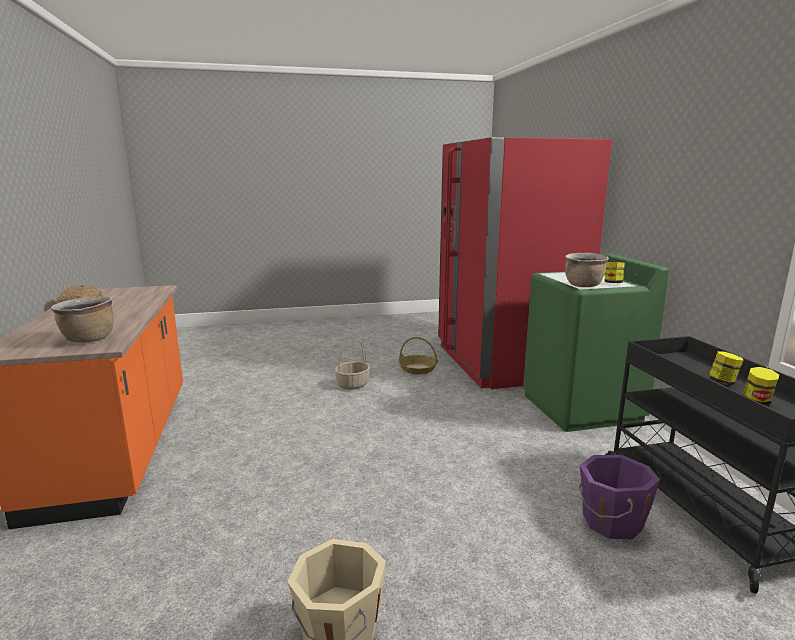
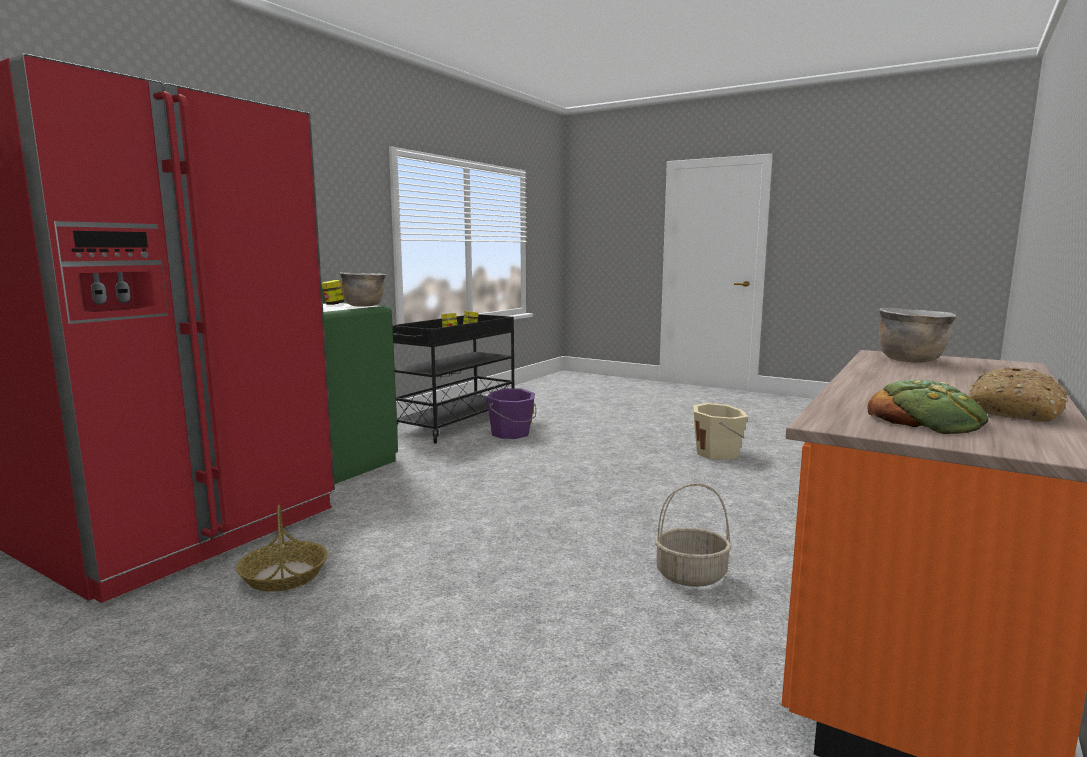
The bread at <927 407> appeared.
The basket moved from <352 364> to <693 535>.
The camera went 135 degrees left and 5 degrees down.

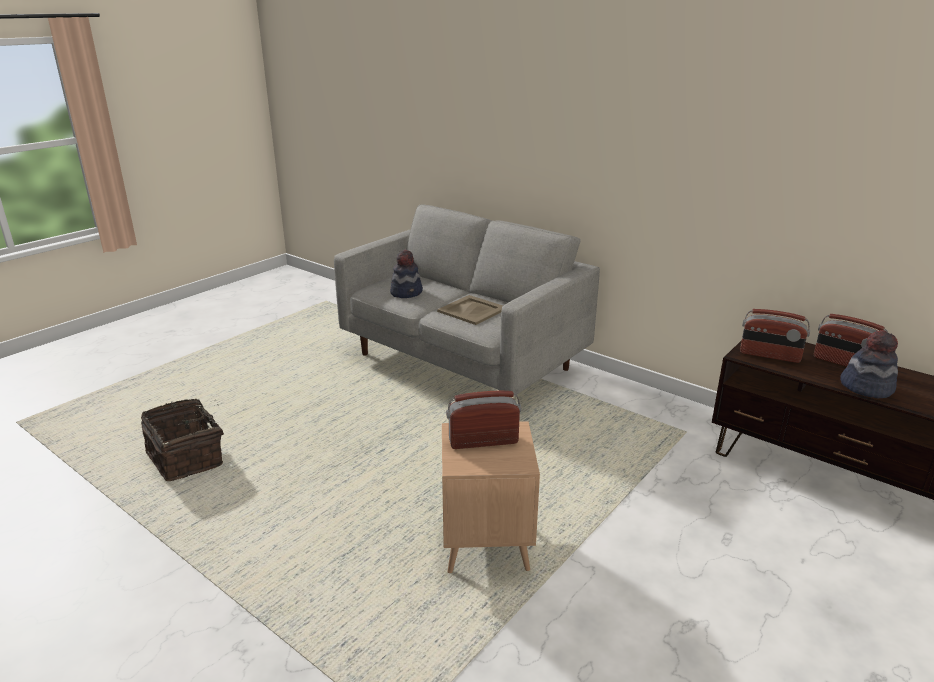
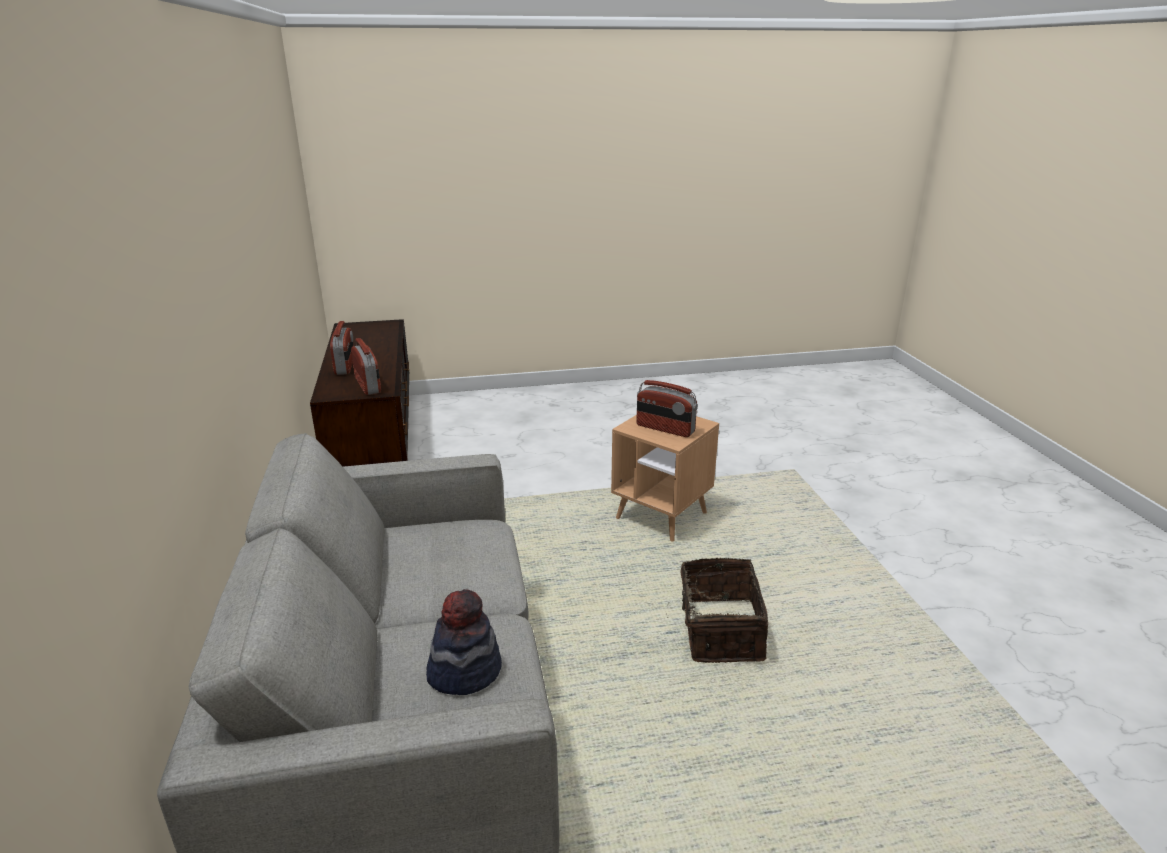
The beige tray at <470 310> disappeared.
The hat at <869 364> disappeared.
The basket moved from <182 440> to <717 610>.
The camera went 140 degrees left and 0 degrees up.

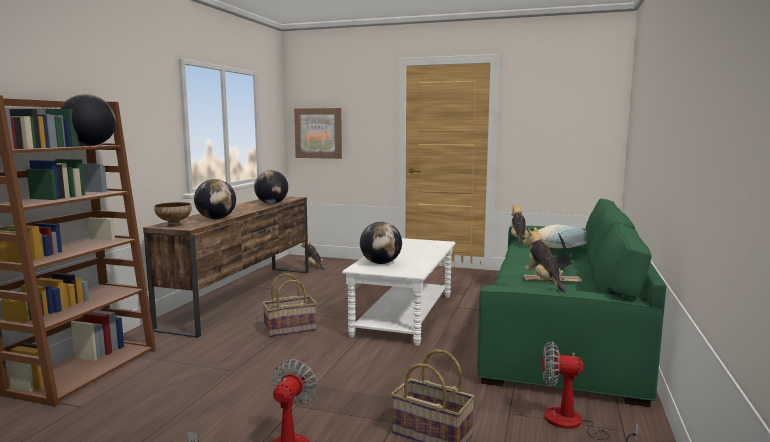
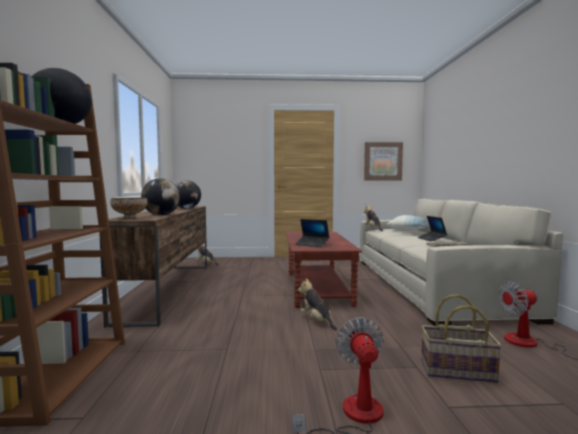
The basket at <289 305> disappeared.
The picture moved from <318 133> to <383 161>.
The plush toy moved from <545 260> to <317 304>.
The globe at <381 243> was replaced by the laptop at <312 233>.
The white coffee table at <399 292> became the brown coffee table at <324 270>.
The green sofa at <571 303> became the beige sofa at <461 262>.
The camera went 20 degrees left and 5 degrees down.

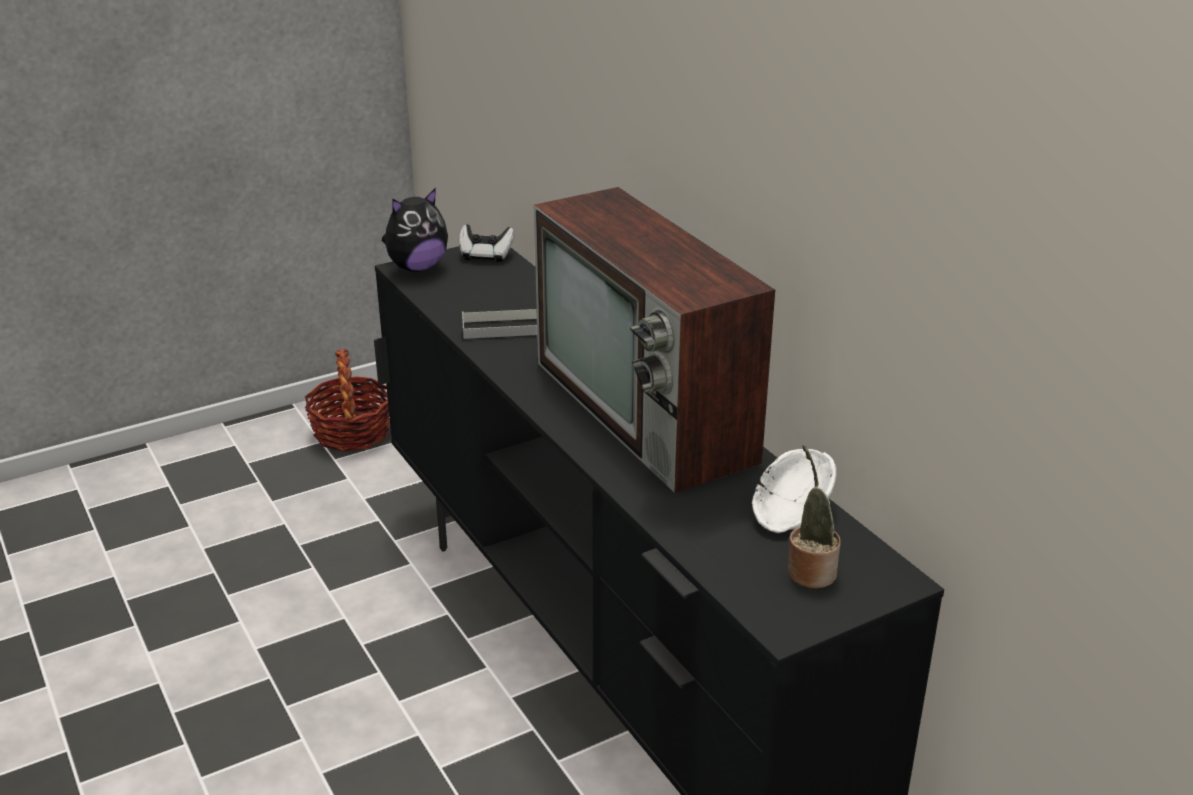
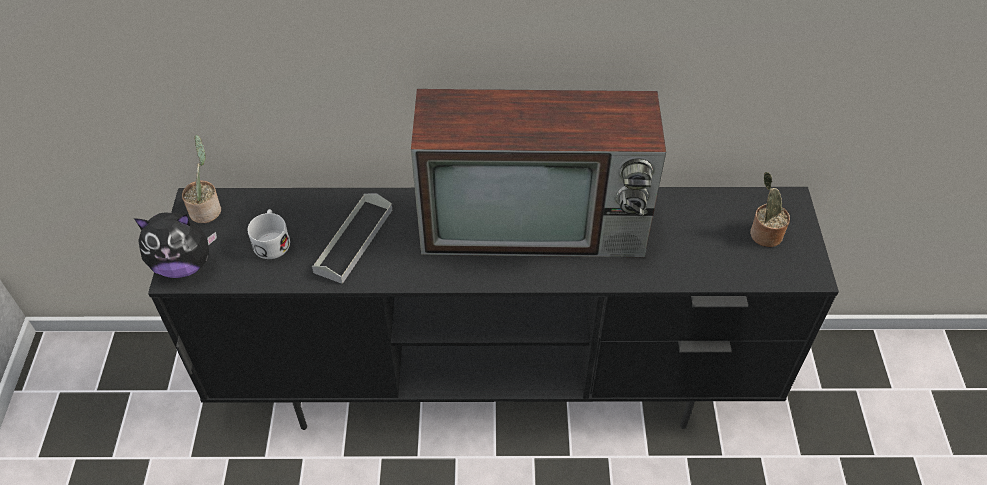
The basket at <347 400> disappeared.
The white bowl at <794 491> disappeared.
The white mug at <269 234> appeared.
The game controller at <486 243> was replaced by the potted plant at <201 179>.
The plush toy at <415 230> turned 90 degrees clockwise.
The camera went 60 degrees left and 20 degrees up.

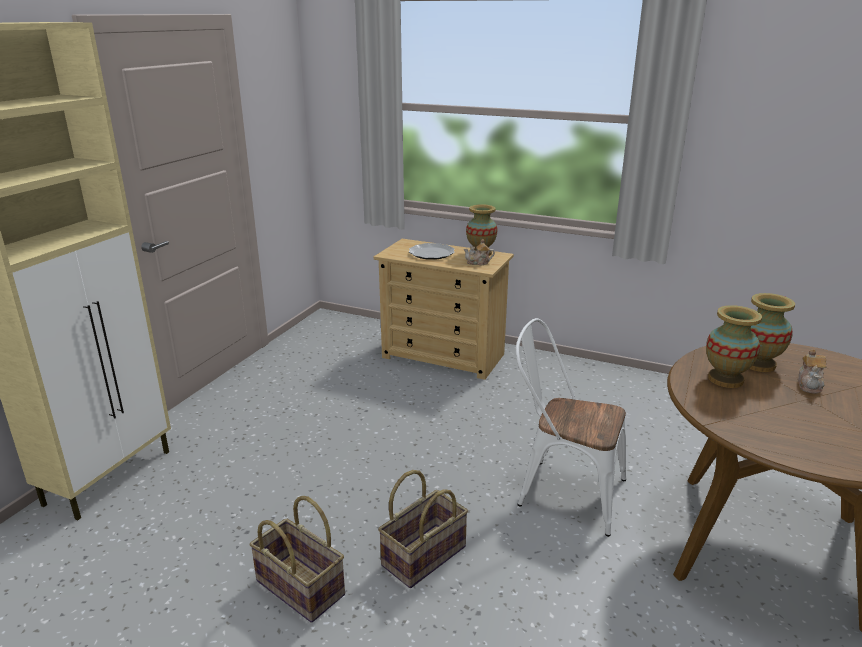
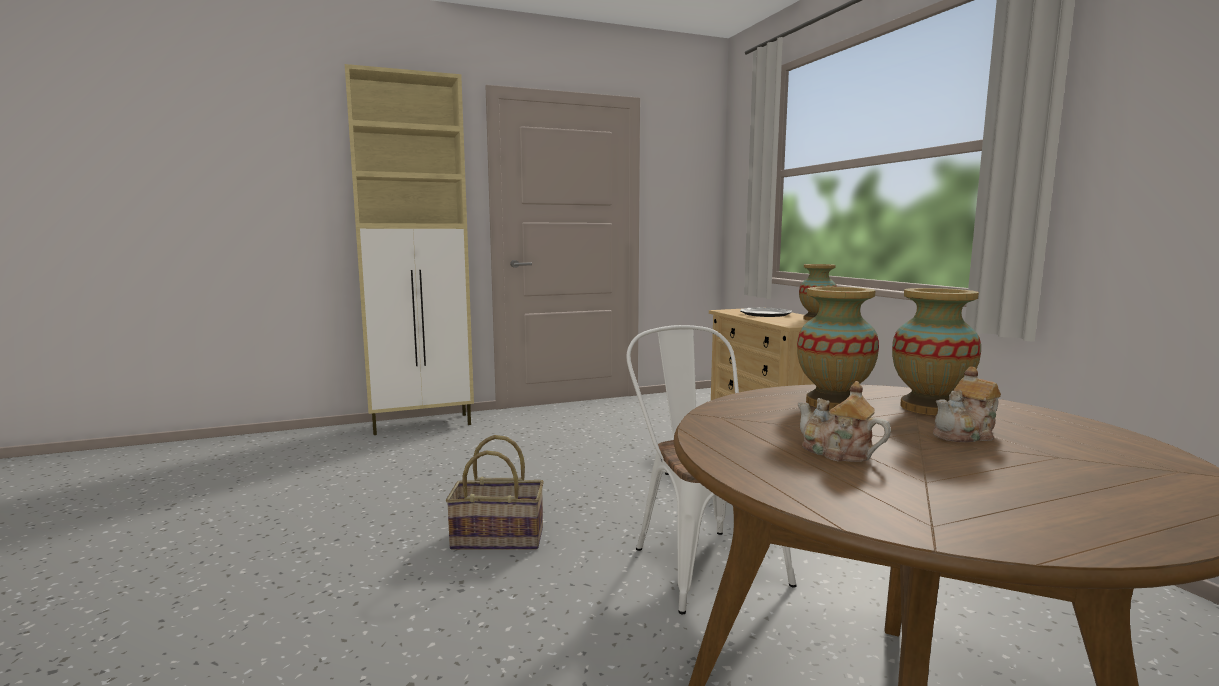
The basket at <297 559> disappeared.
The teapot moved from <479 252> to <844 421>.
The camera went 45 degrees right and 15 degrees down.

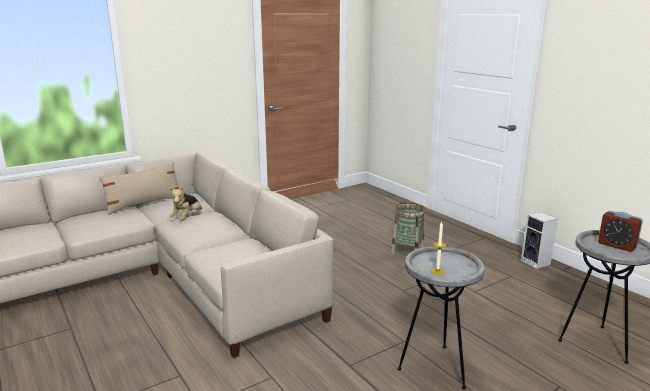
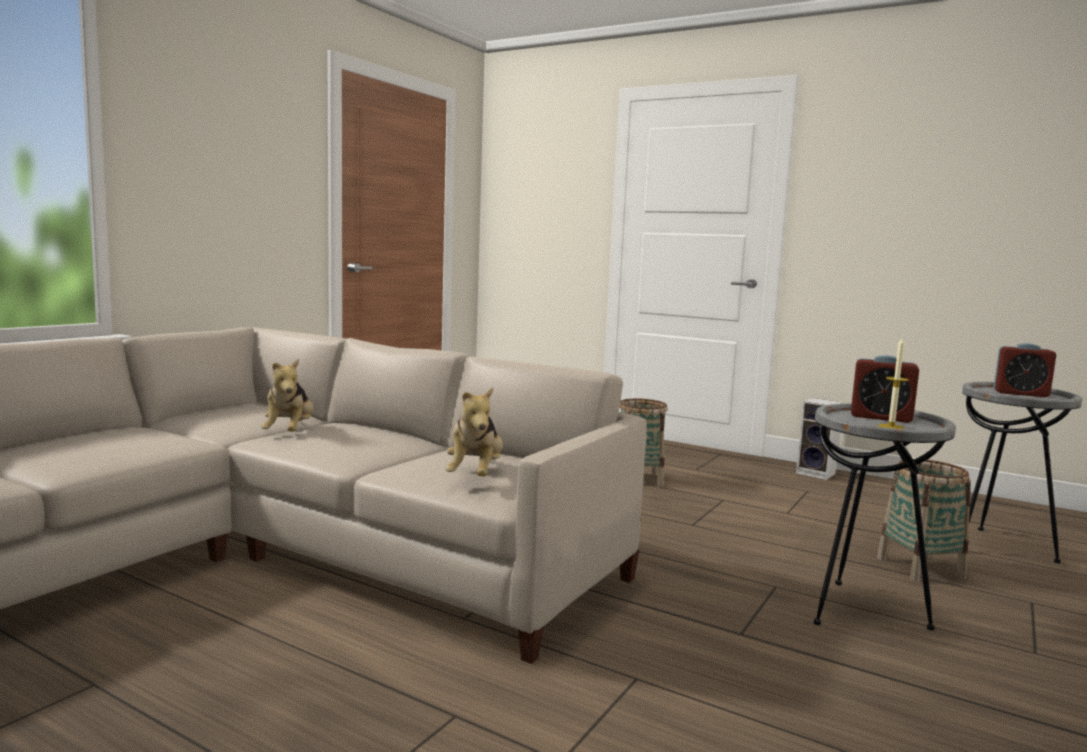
The beige pillow at <139 188> disappeared.
The plush toy at <474 431> appeared.
The alarm clock at <885 389> appeared.
The basket at <924 521> appeared.
The camera went 25 degrees left and 10 degrees down.

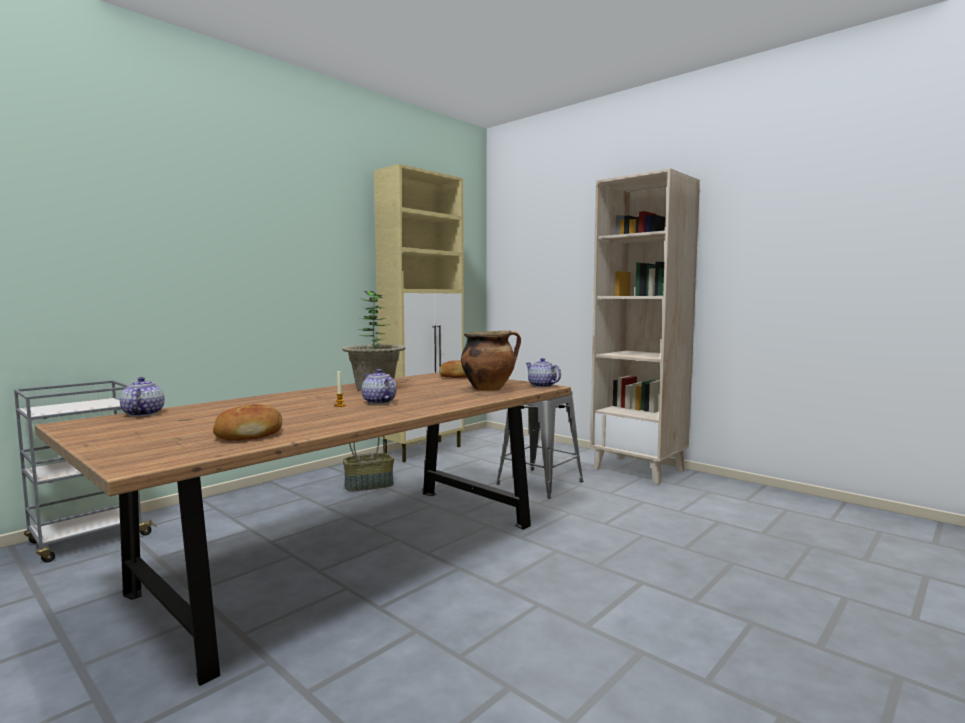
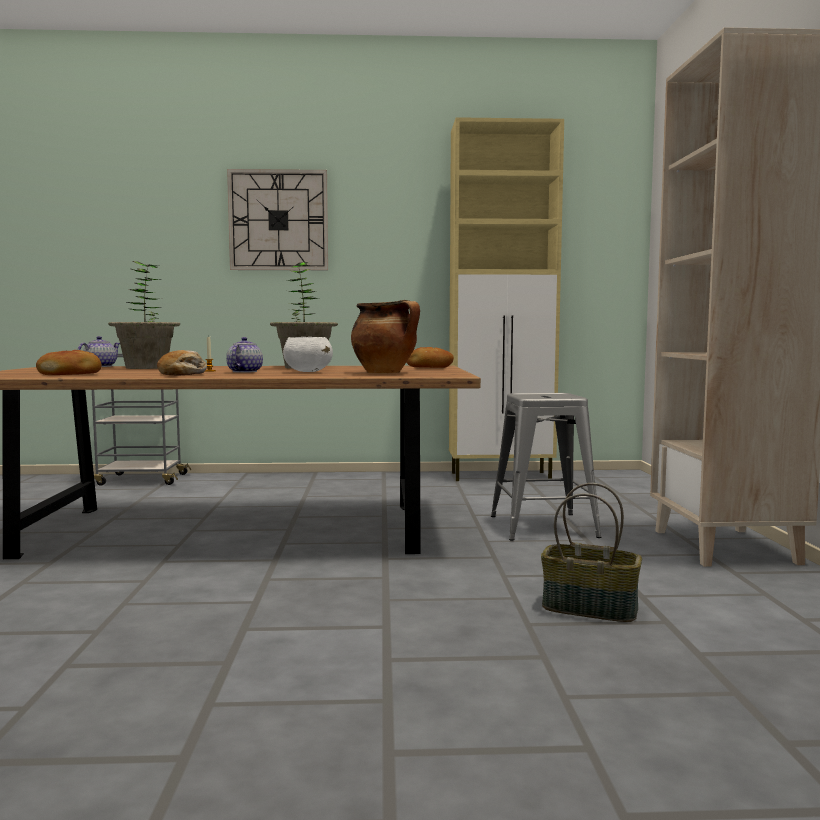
The teapot at <543 372> disappeared.
The potted plant at <144 315> appeared.
The bread at <182 363> appeared.
The wall clock at <277 219> appeared.
The white bowl at <308 354> appeared.
The basket moved from <368 464> to <591 552>.
The camera went 45 degrees right and 0 degrees up.

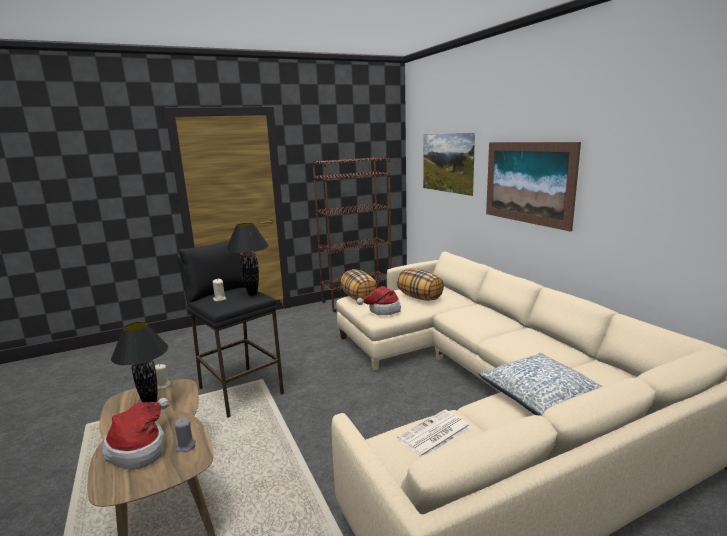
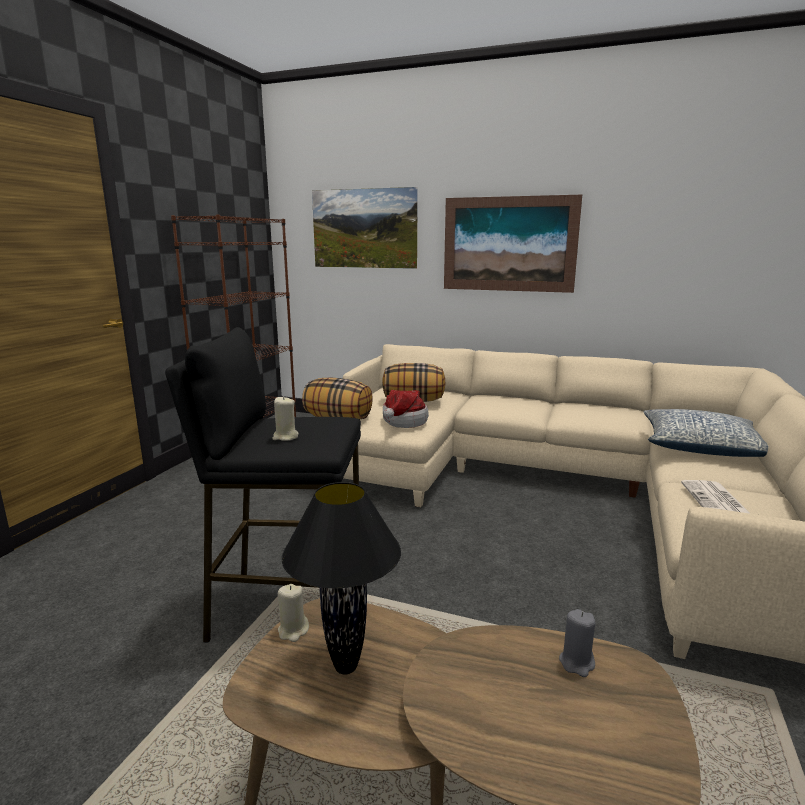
The hat at <135 434> disappeared.
The black table lamp at <247 259> disappeared.
The camera went 45 degrees left and 0 degrees up.

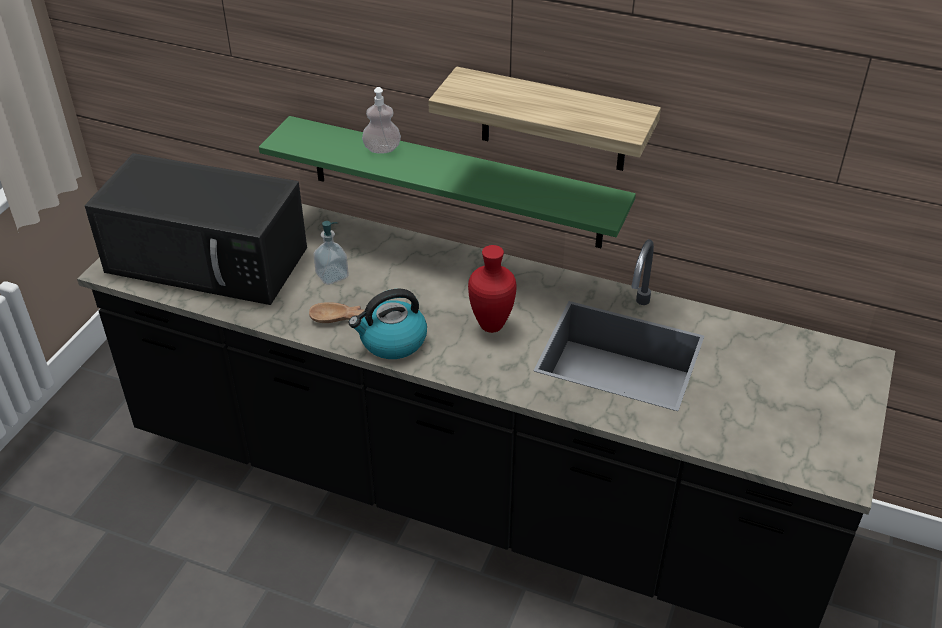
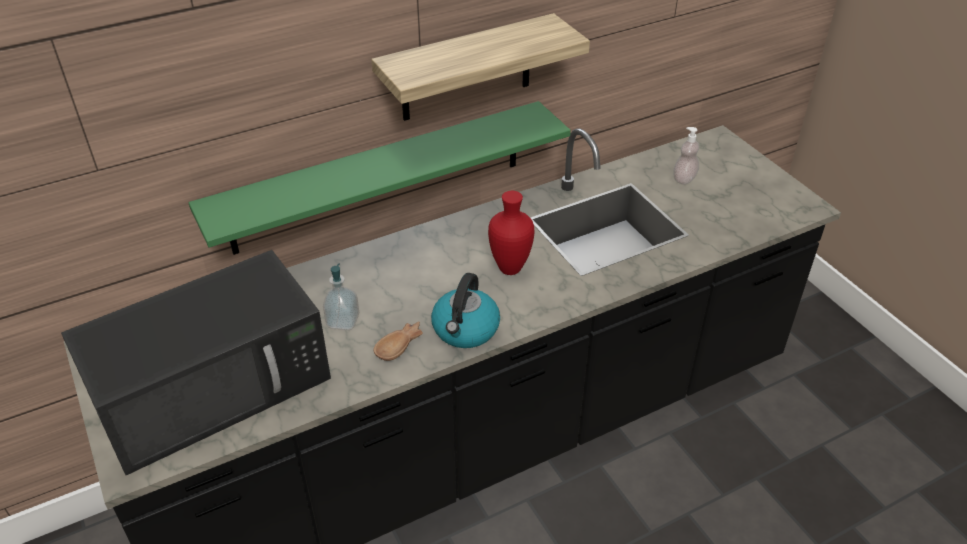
The soap dispenser moved from <381 120> to <686 155>.
The camera went 50 degrees left and 0 degrees up.

